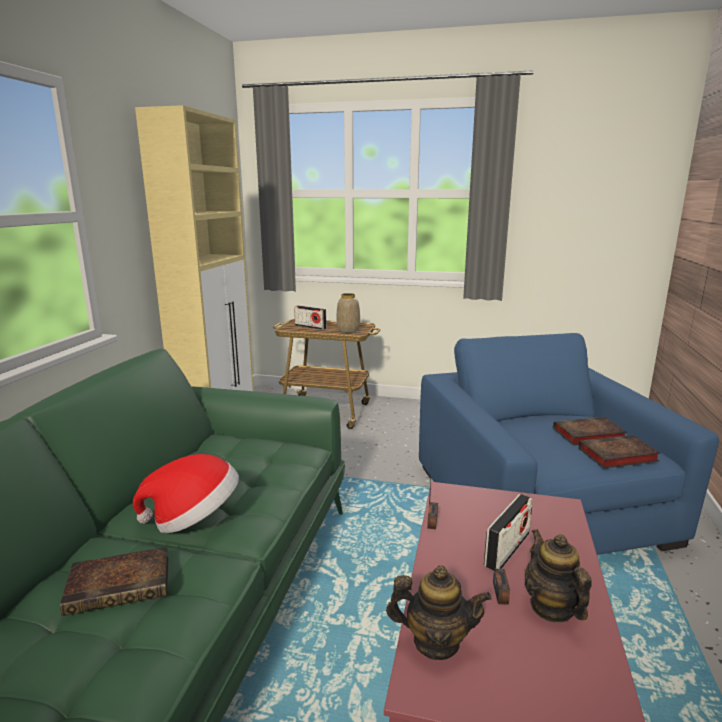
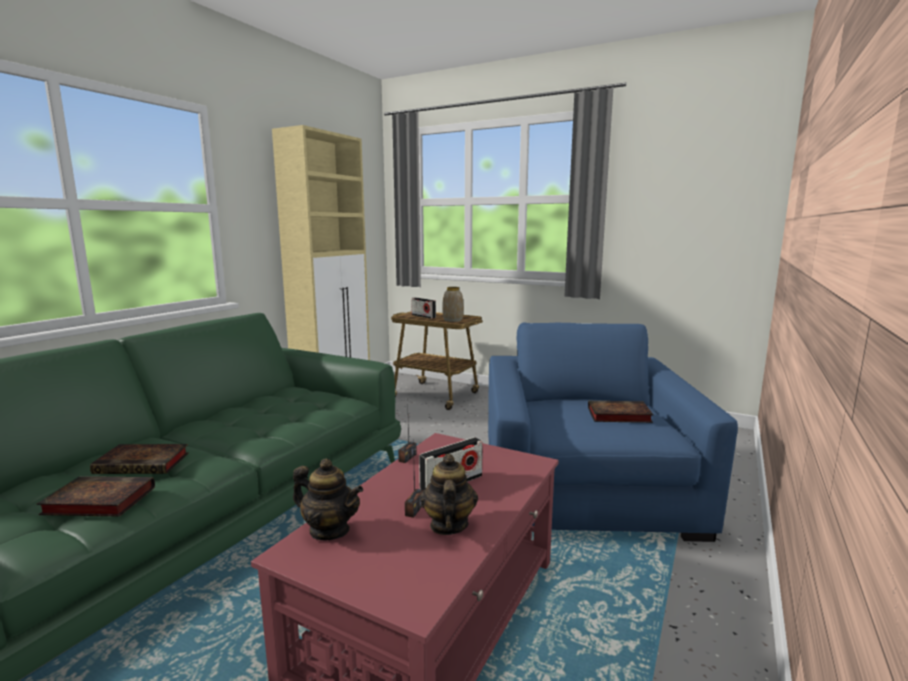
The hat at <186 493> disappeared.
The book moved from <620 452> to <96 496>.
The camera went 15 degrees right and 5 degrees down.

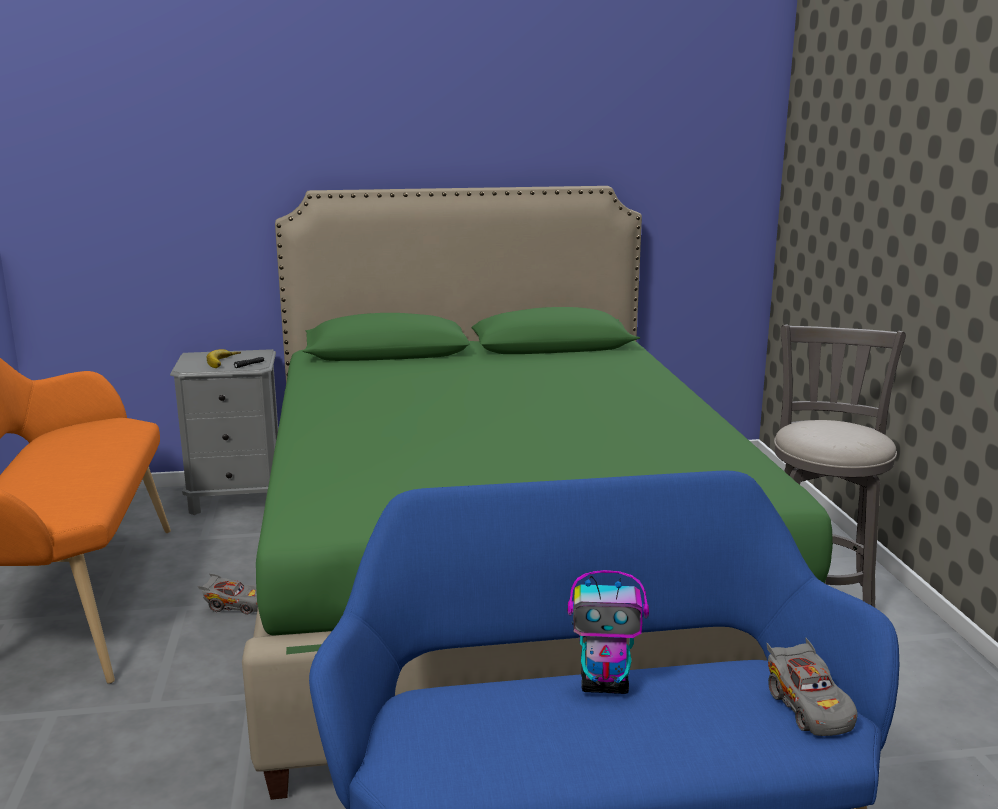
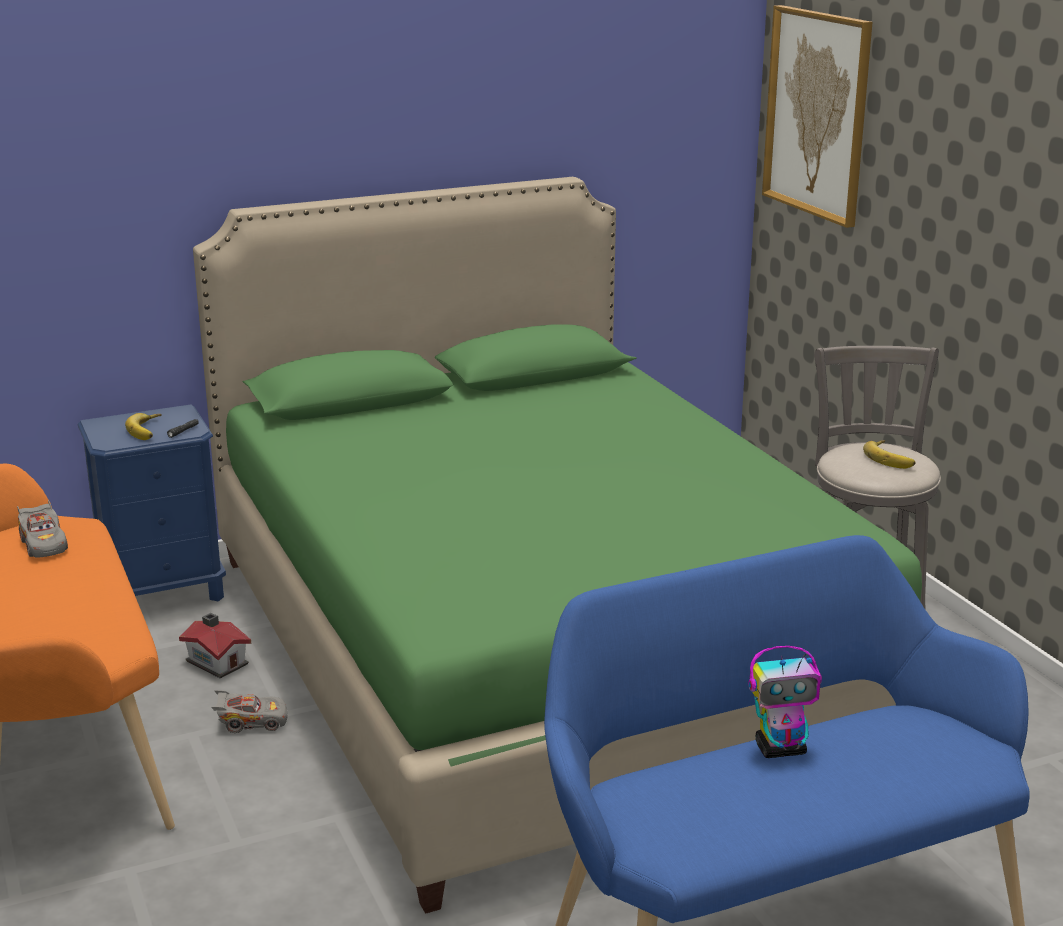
The toy house at <215 645> appeared.
The picture at <817 116> appeared.
The banana at <889 454> appeared.
The grey toy car moved from <812 687> to <42 529>.
The grey nightstand at <224 432> became the blue nightstand at <152 502>.
The camera went 15 degrees left and 5 degrees up.

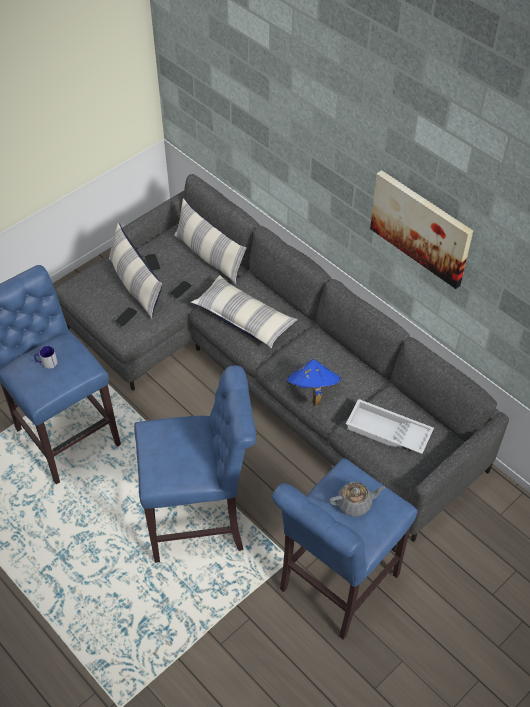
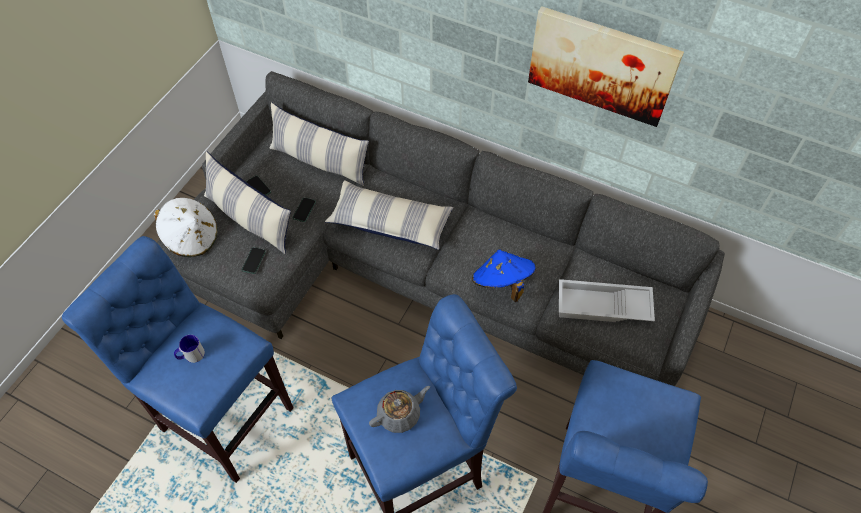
The white hat at <186 227> appeared.
The grey teapot moved from <357 499> to <399 409>.
The camera went 20 degrees left and 5 degrees up.

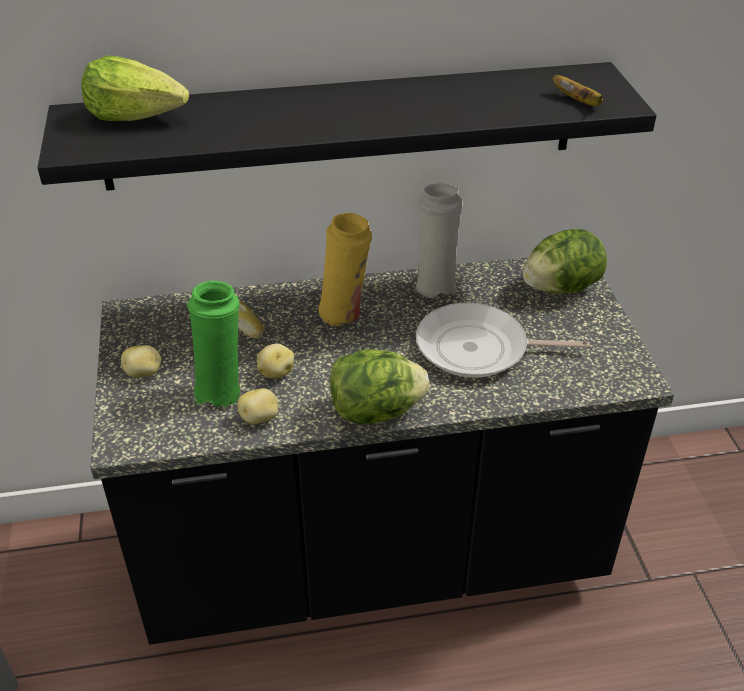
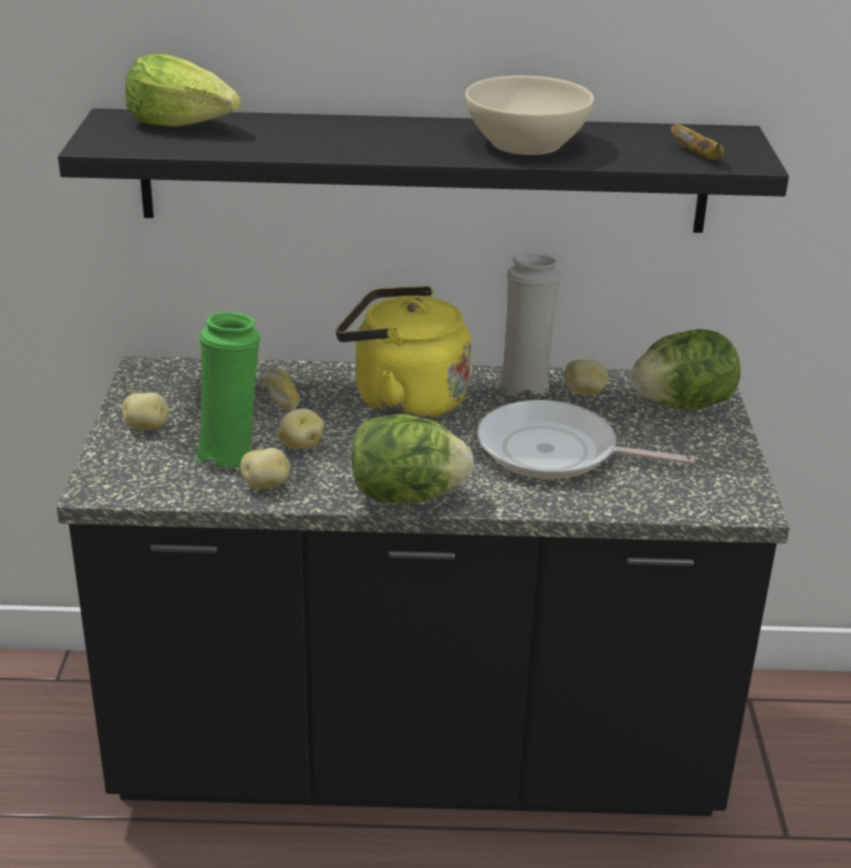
The beige bowl at <529 115> appeared.
The potato at <586 377> appeared.
The yellow vase at <345 269> was replaced by the yellow kettle at <403 352>.
The camera went 10 degrees right and 10 degrees down.

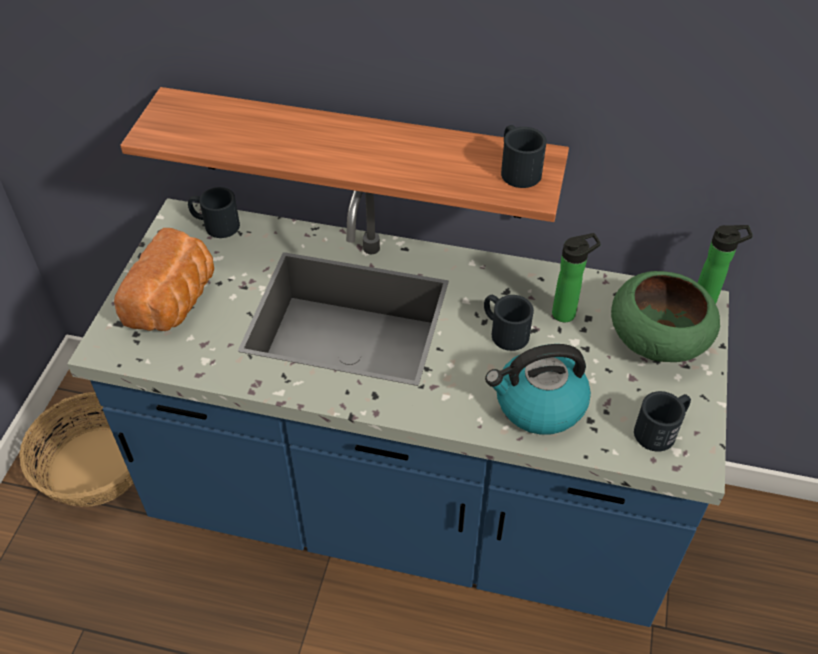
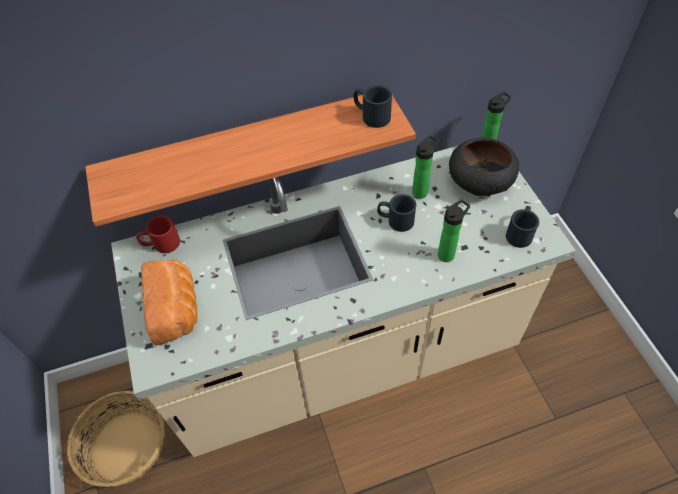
The kettle at <538 389> was replaced by the bottle at <454 230>.
The blue counter at <398 409> became the beige counter at <343 301>.
The black mug at <214 212> became the red mug at <158 234>.
The green bowl at <665 316> became the black bowl at <484 167>.
The camera went 30 degrees left and 5 degrees up.

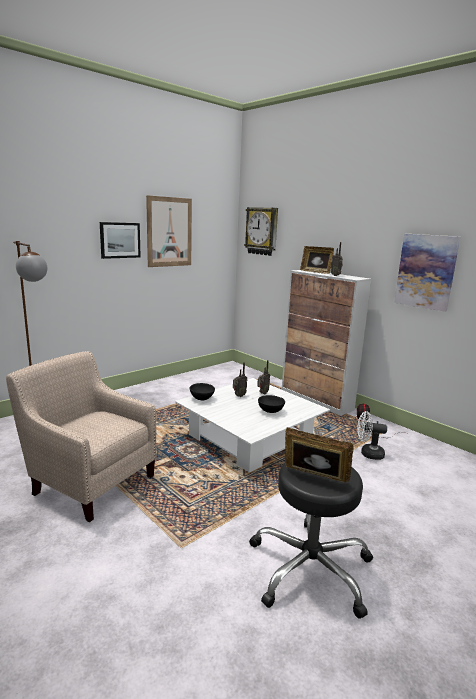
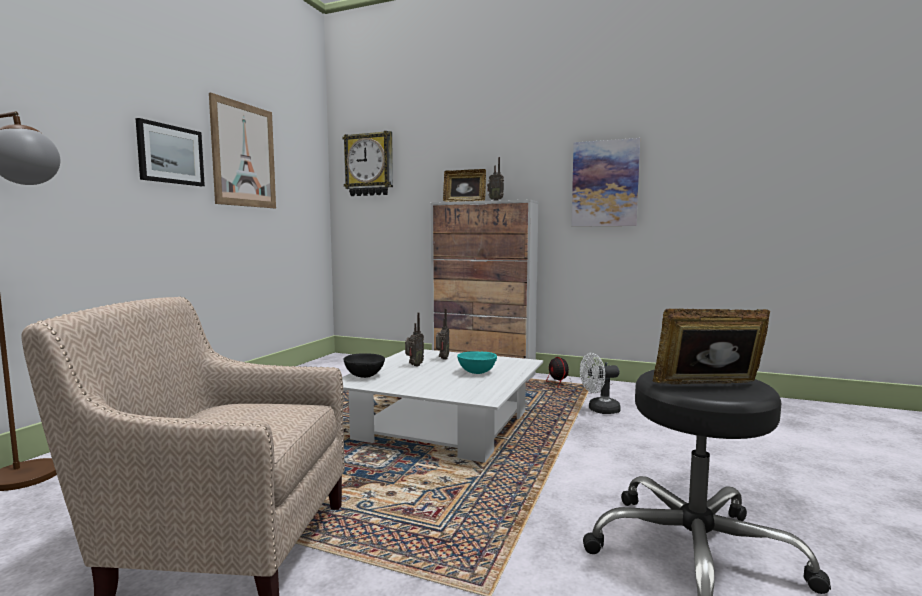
The black bowl at <271 404> became the turquoise bowl at <477 362>.
The camera went 25 degrees left and 10 degrees down.

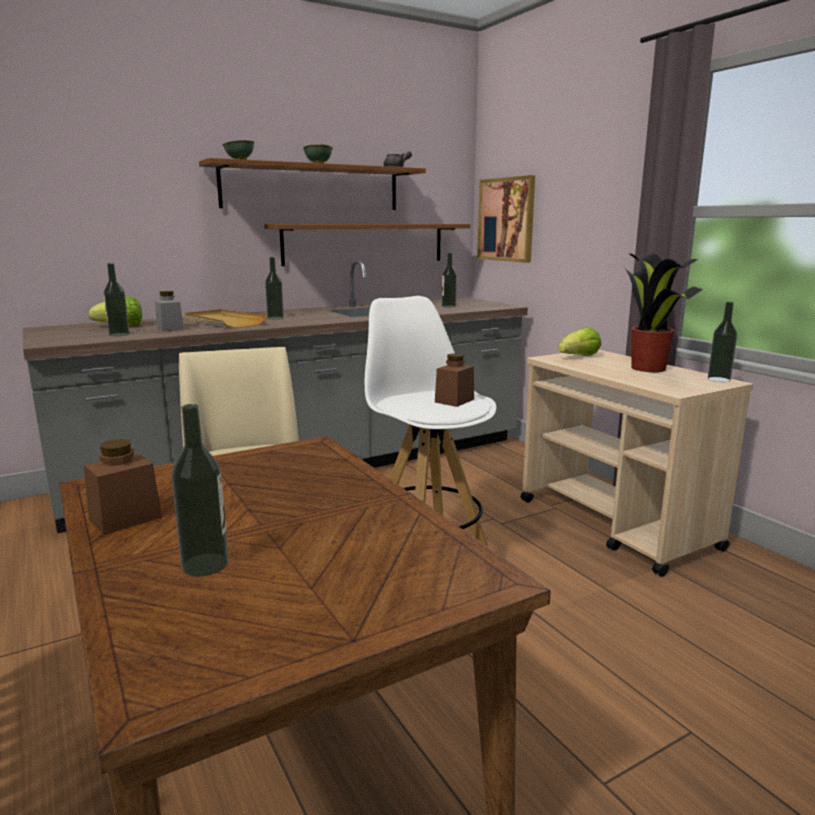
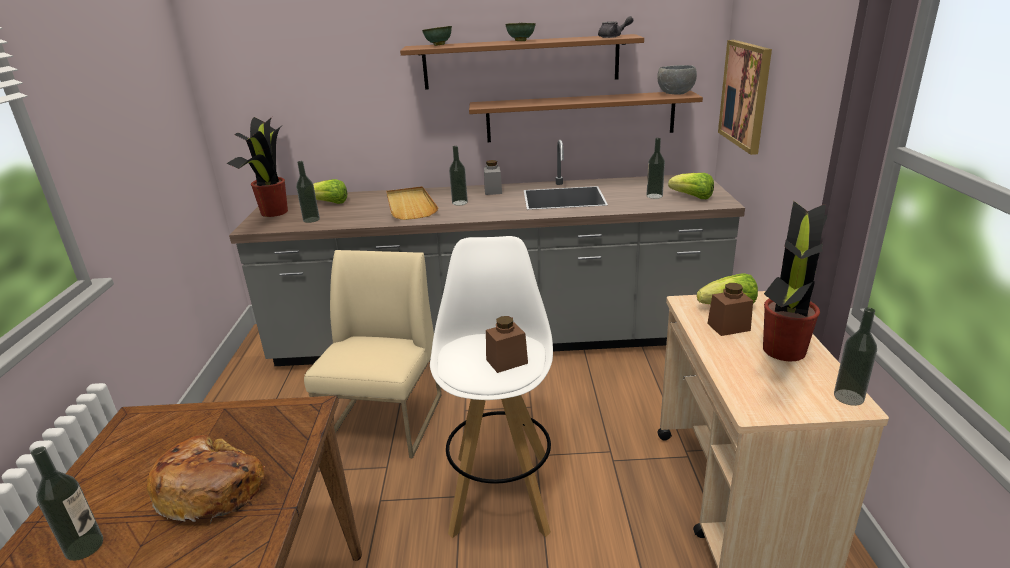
The bread at <205 479> appeared.
The potted plant at <257 166> appeared.
The grey bowl at <677 80> appeared.
The lettuce at <691 186> appeared.
The brown jar moved from <123 487> to <730 309>.
The grey jar moved from <169 311> to <493 177>.
The camera went 30 degrees right and 10 degrees up.

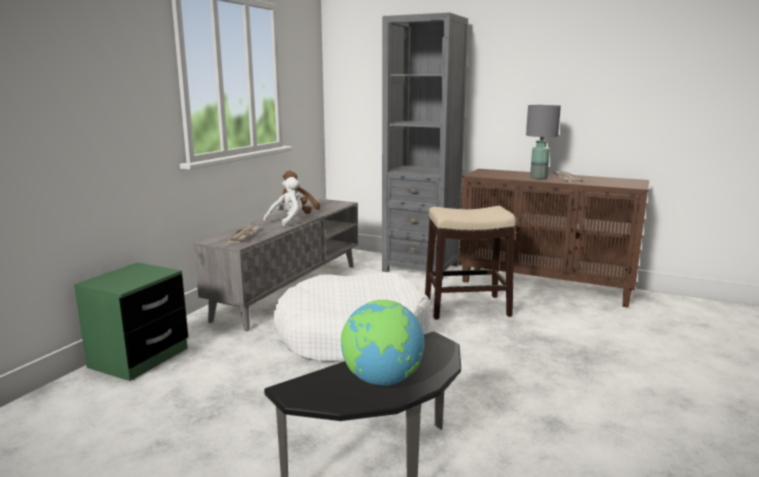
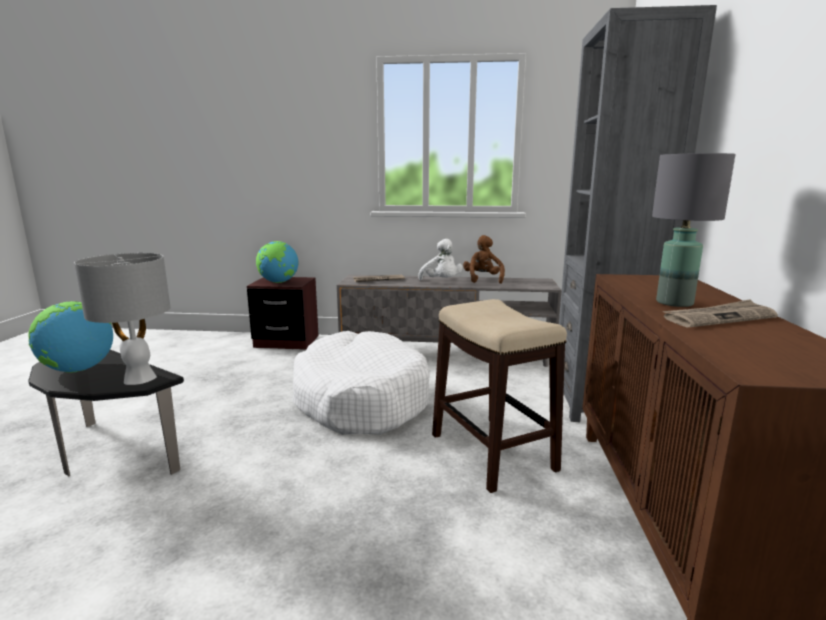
The grey table lamp at <122 319> appeared.
The globe at <277 262> appeared.
The green nightstand at <131 321> became the brown nightstand at <283 313>.
The white plush toy at <282 202> turned 45 degrees clockwise.
The camera went 70 degrees right and 0 degrees up.

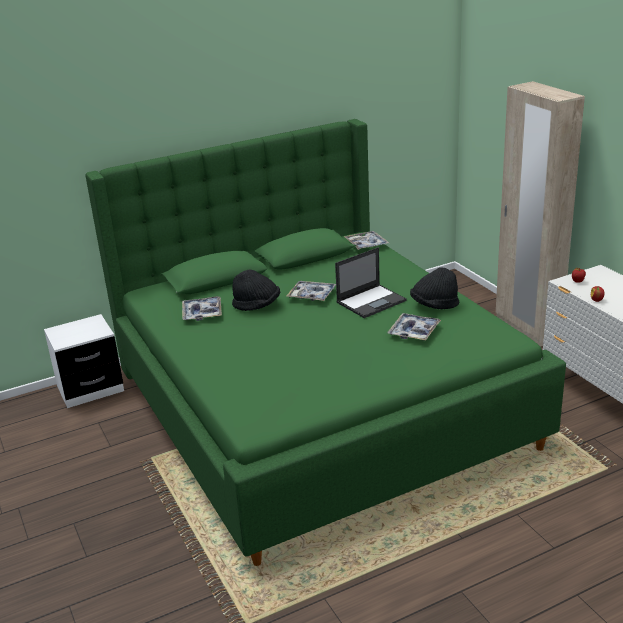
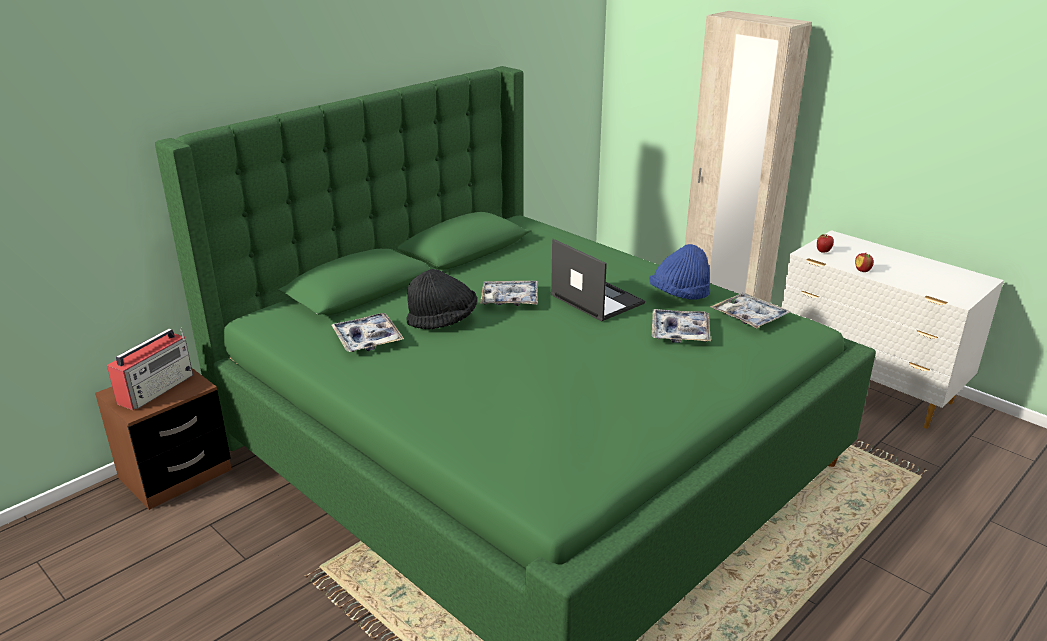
The radio at <150 369> appeared.
The tray moved from <366 240> to <750 310>.
The white nightstand at <84 361> became the brown nightstand at <163 439>.
The black hat at <434 288> became the blue hat at <679 272>.
The laptop at <371 282> turned 75 degrees counterclockwise.
The camera went 20 degrees left and 0 degrees up.

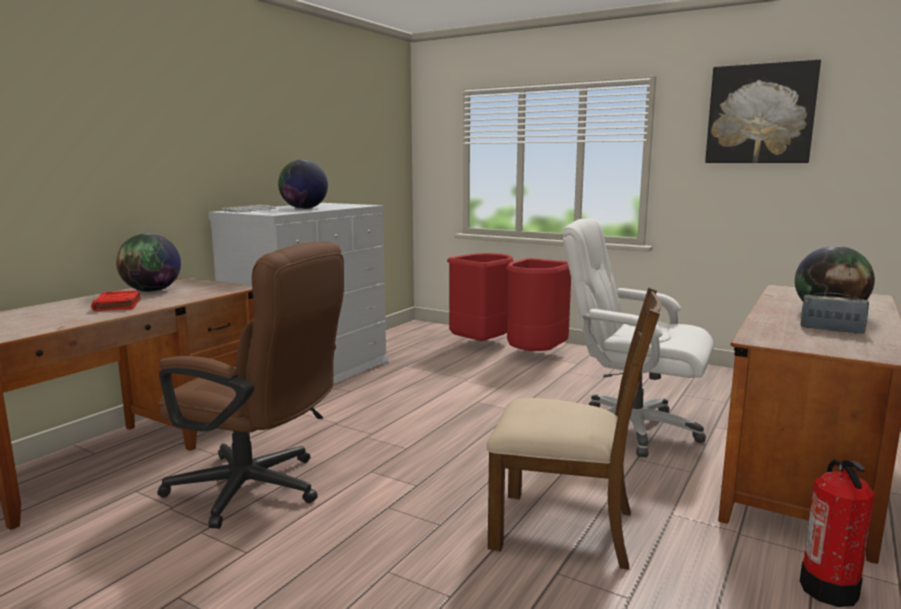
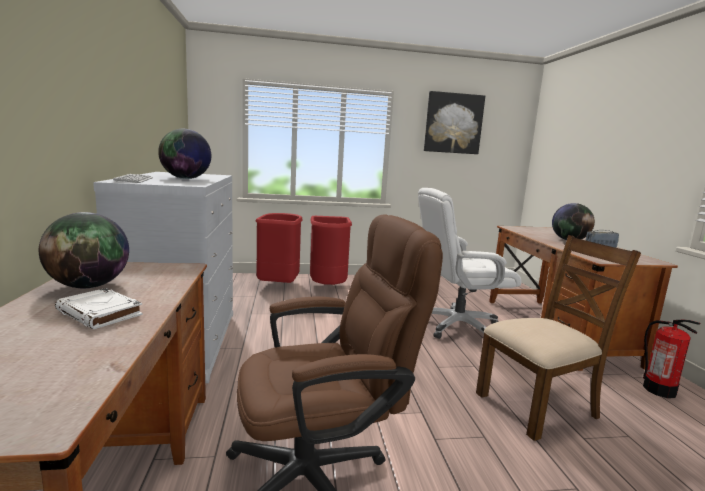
The red book at <116 300> became the white book at <99 308>.
The camera went 40 degrees left and 0 degrees up.

